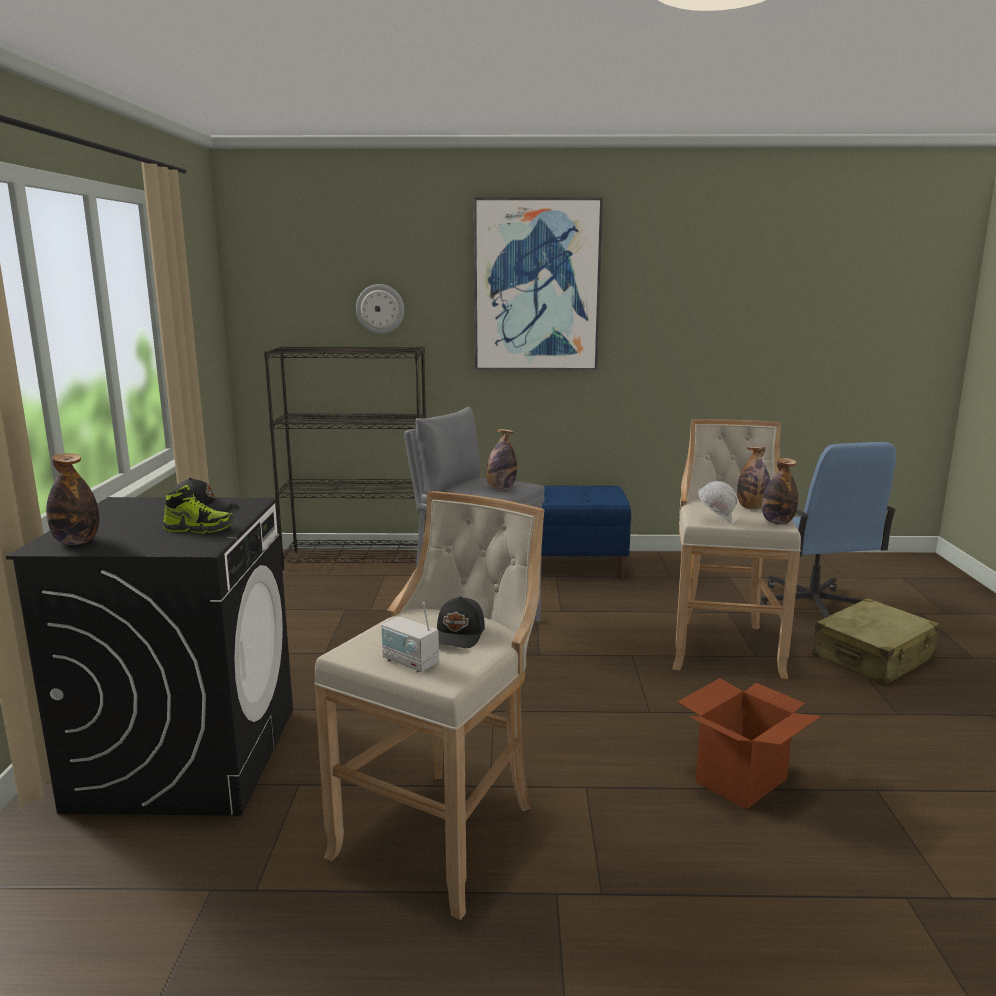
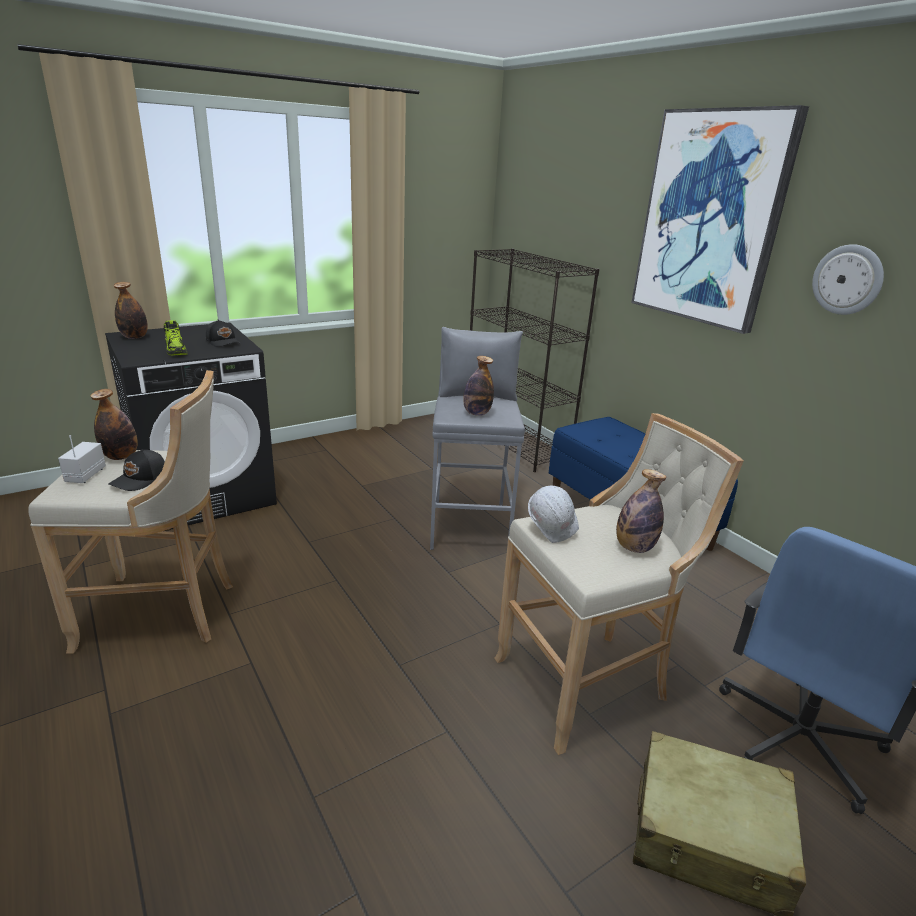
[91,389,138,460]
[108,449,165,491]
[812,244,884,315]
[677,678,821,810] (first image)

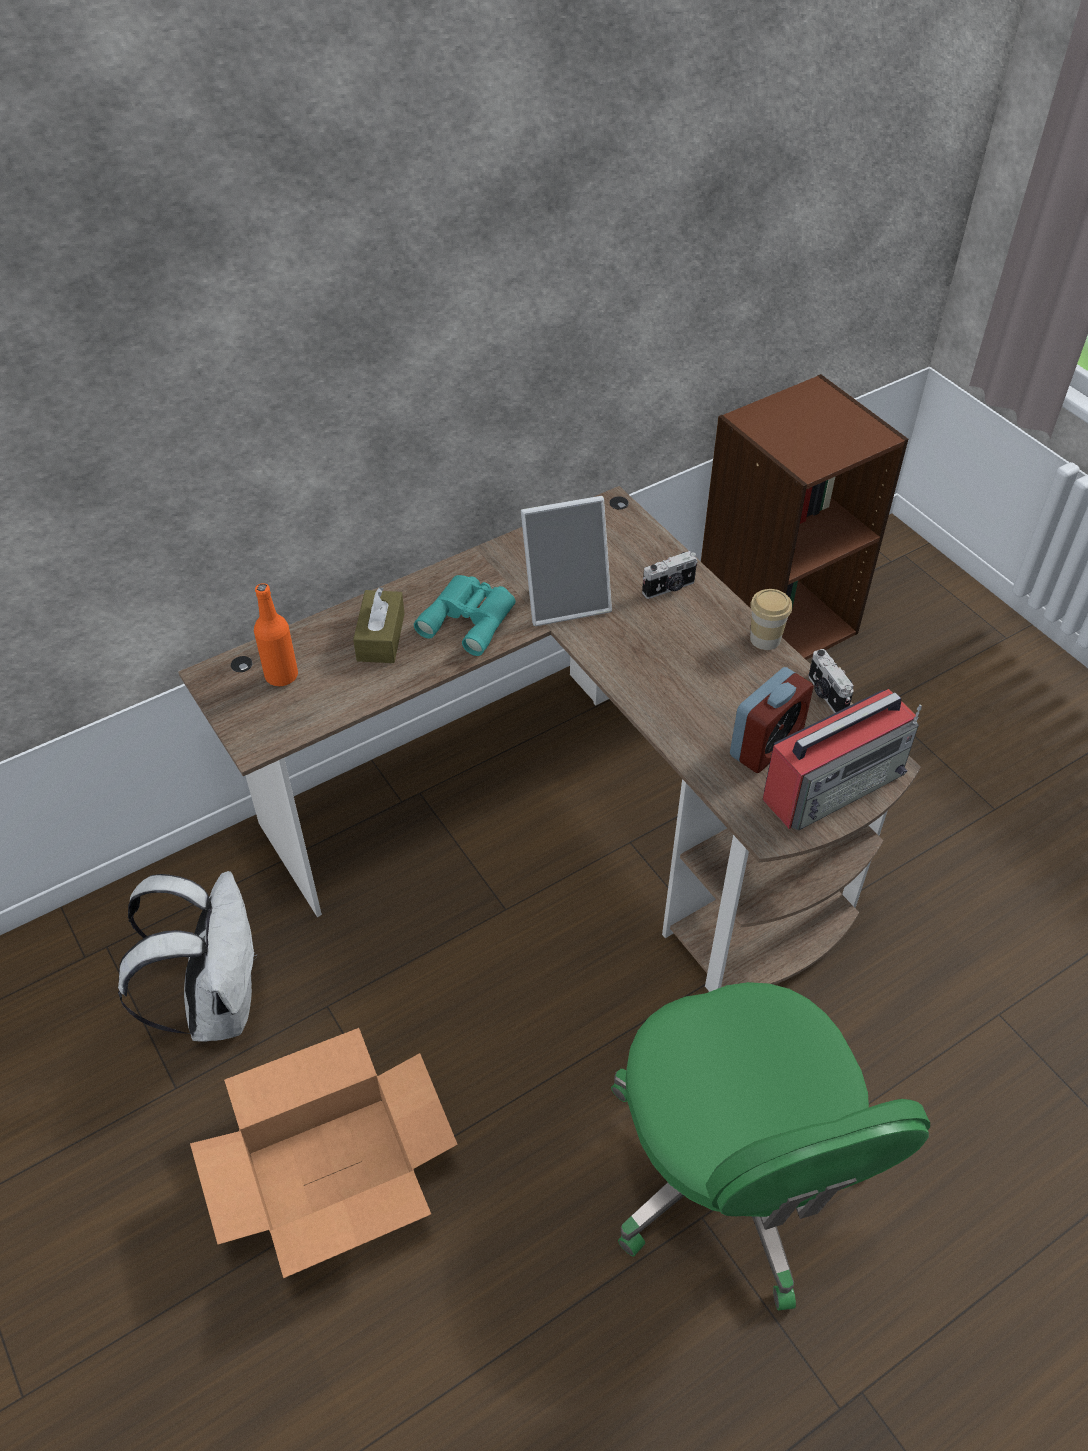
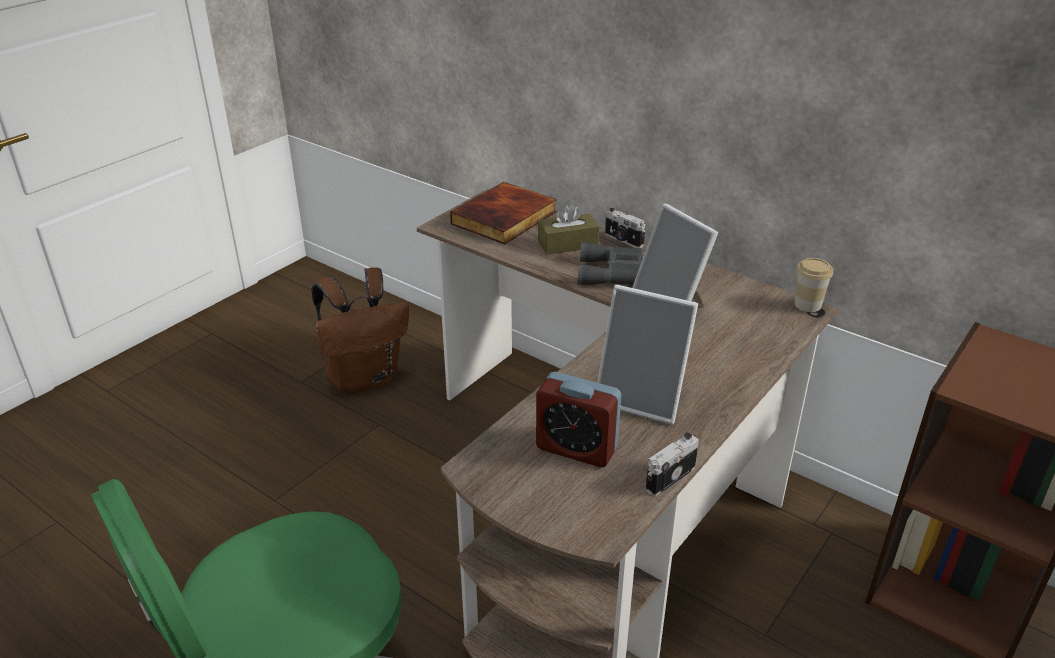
[312,267,409,394]
[450,182,557,245]
[578,243,644,285]
[597,285,698,425]
[605,208,645,248]
[795,258,833,312]
[190,1028,458,1278] (first image)
[762,689,922,831] (first image)

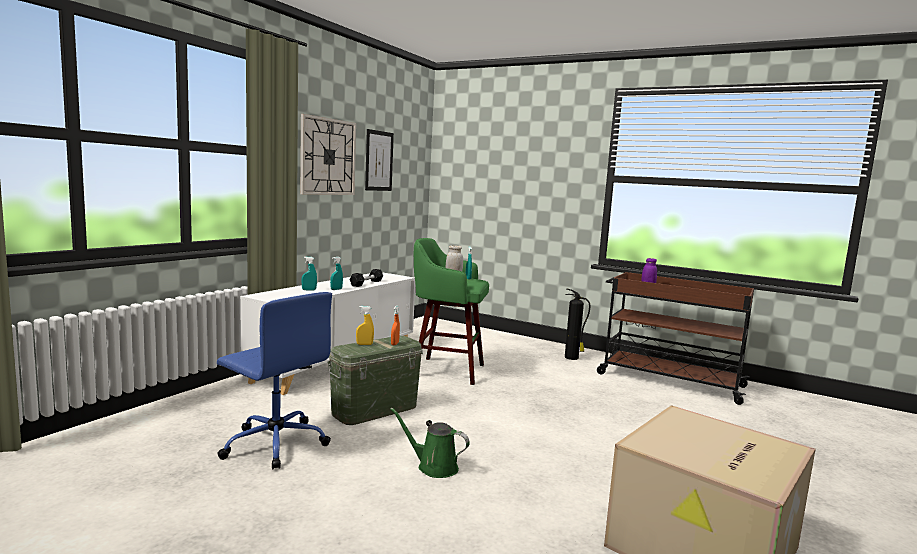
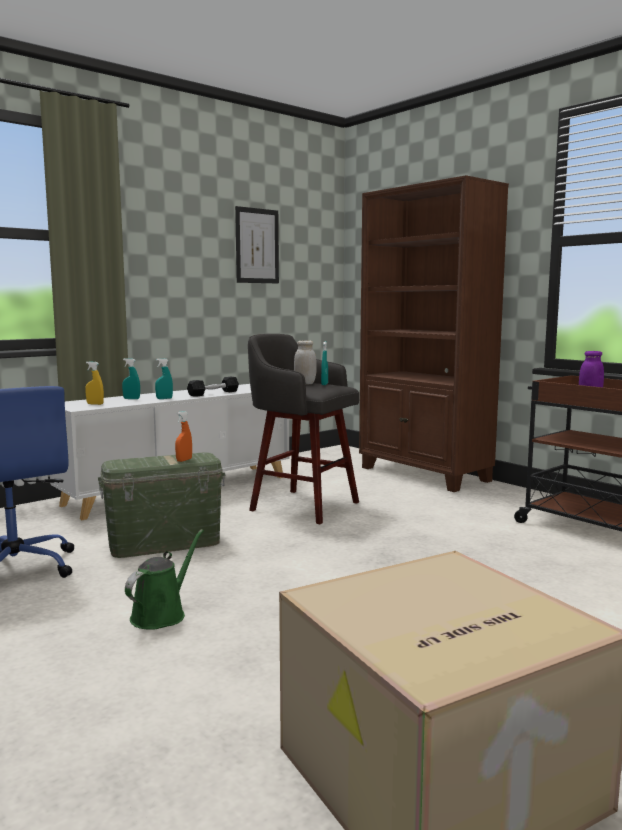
[85,361,104,405]
[125,529,204,630]
[248,334,359,524]
[359,175,509,492]
[300,114,356,195] (first image)
[565,289,590,360] (first image)

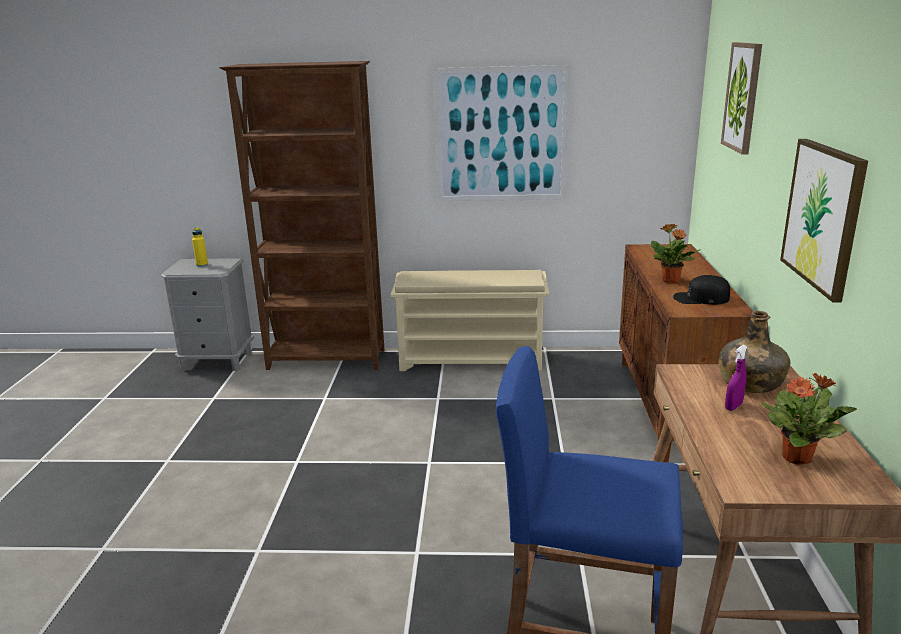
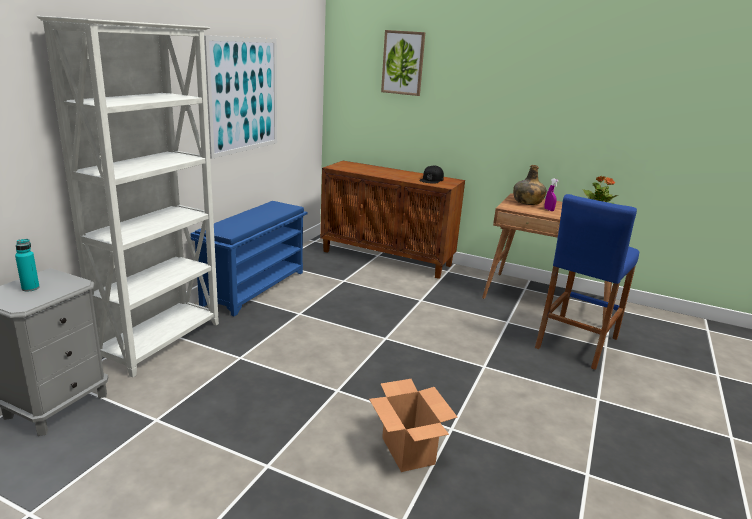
[15,239,40,291]
[37,16,219,378]
[190,201,307,316]
[369,379,458,472]
[651,224,700,283] (first image)
[780,139,868,302] (first image)

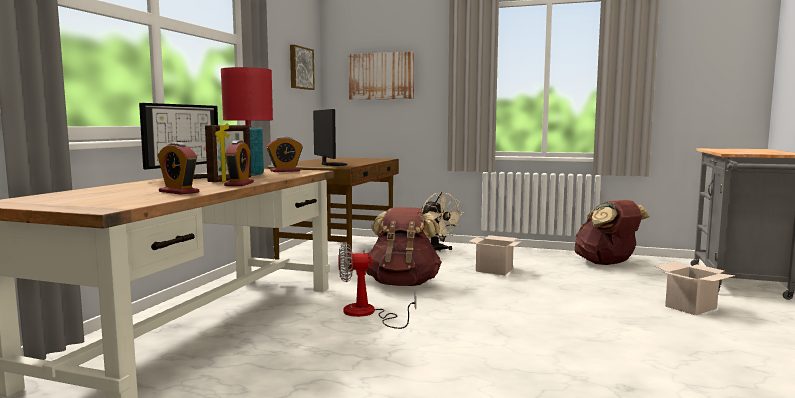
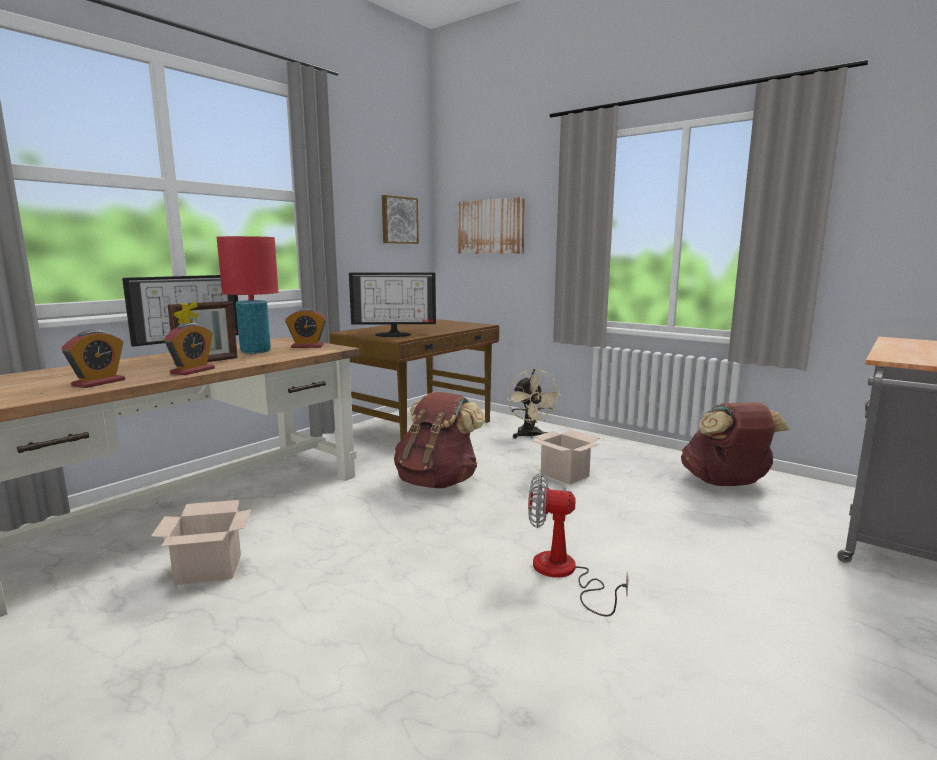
[61,330,125,388]
[151,500,251,585]
[349,273,436,337]
[528,473,628,617]

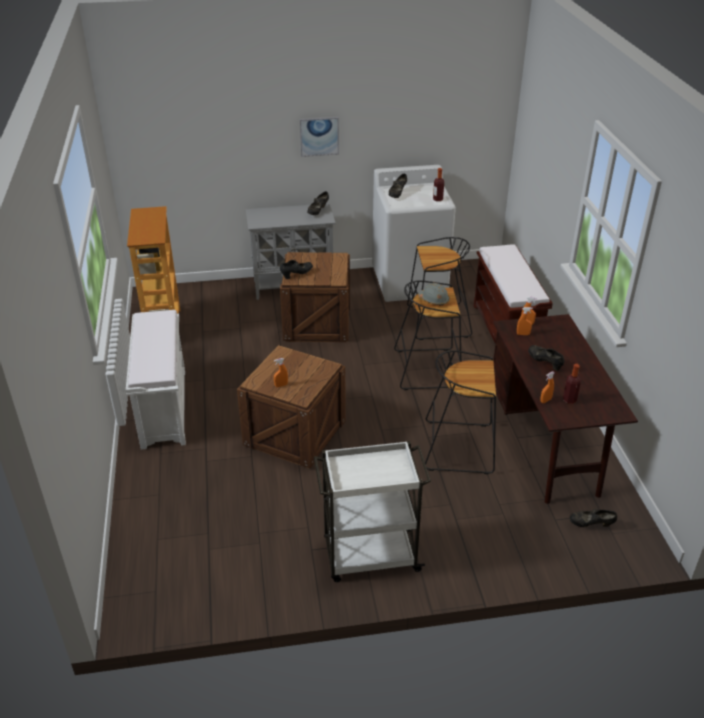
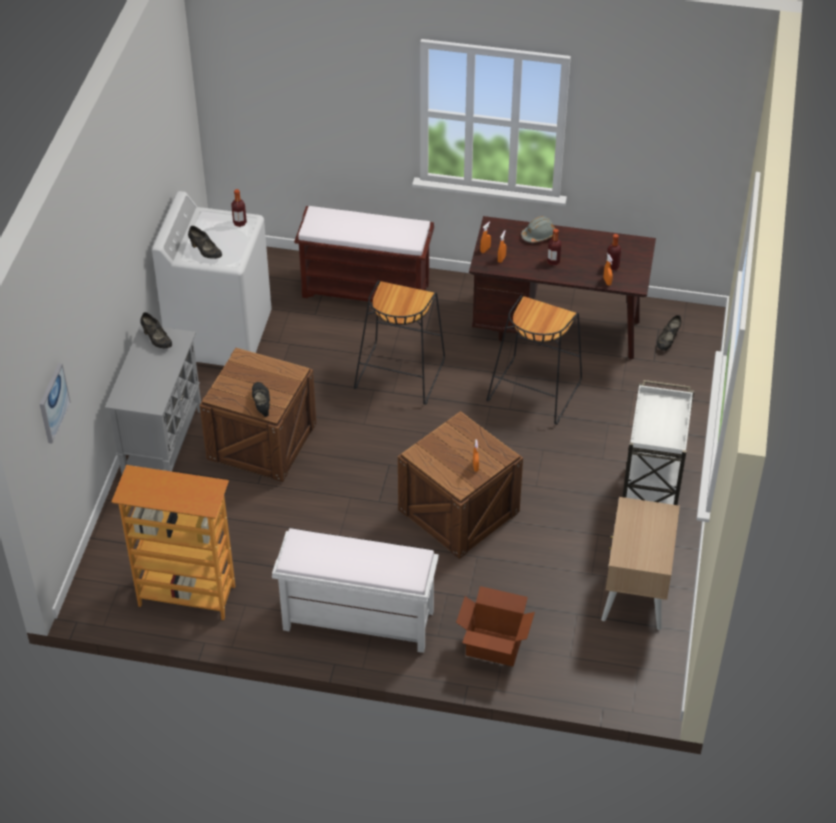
[40,363,71,443]
[456,586,535,666]
[521,216,555,243]
[547,229,561,266]
[601,497,680,630]
[407,237,472,340] (first image)

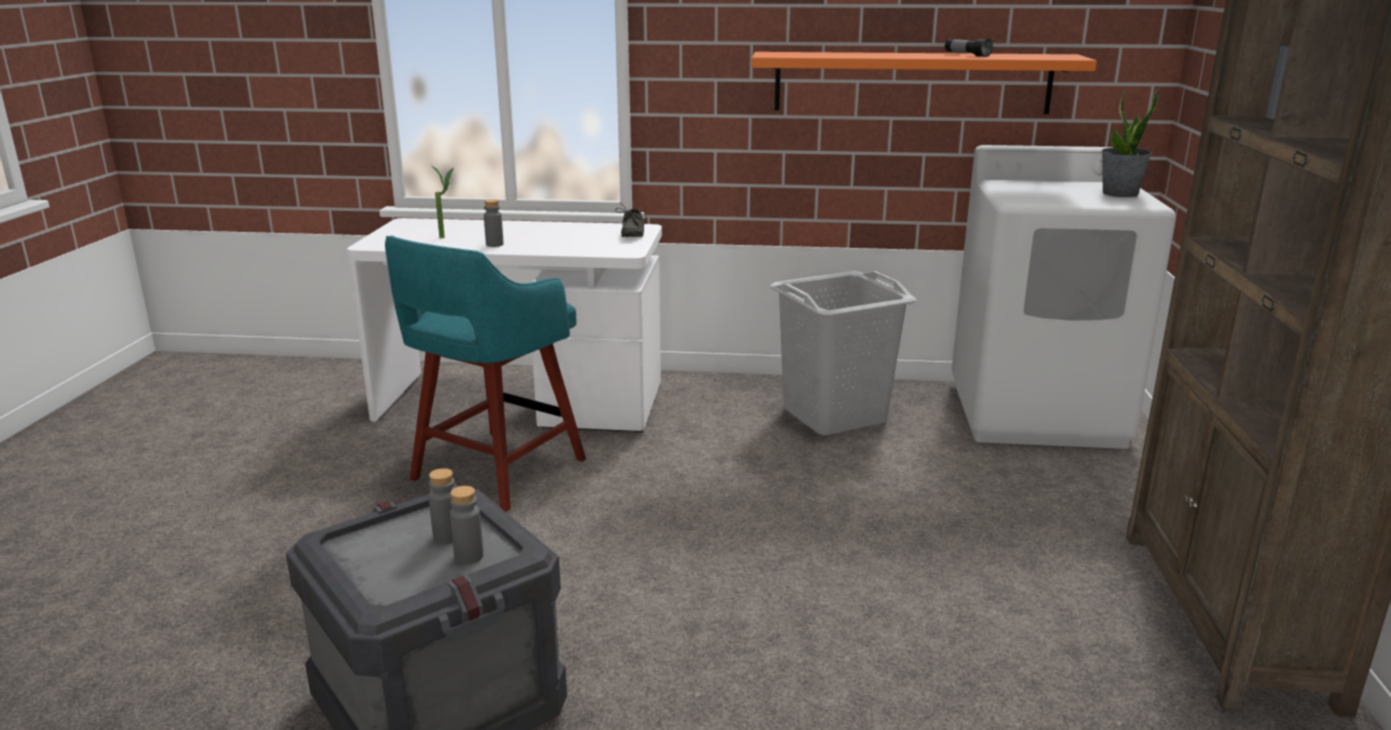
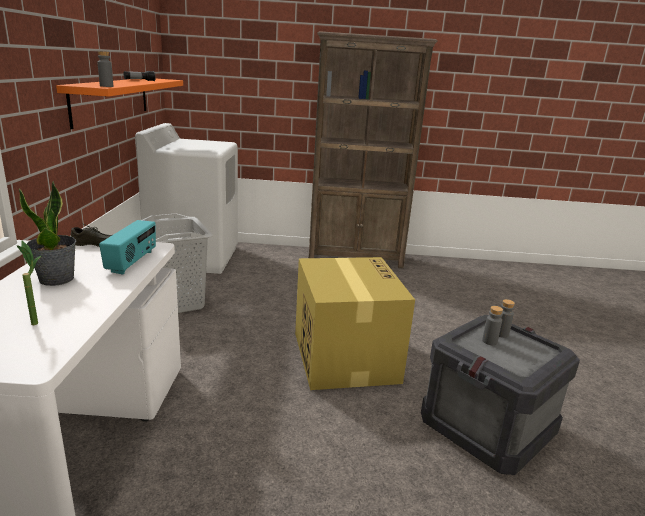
[19,181,76,286]
[98,51,113,87]
[99,220,156,275]
[295,257,415,390]
[385,236,586,512] (first image)

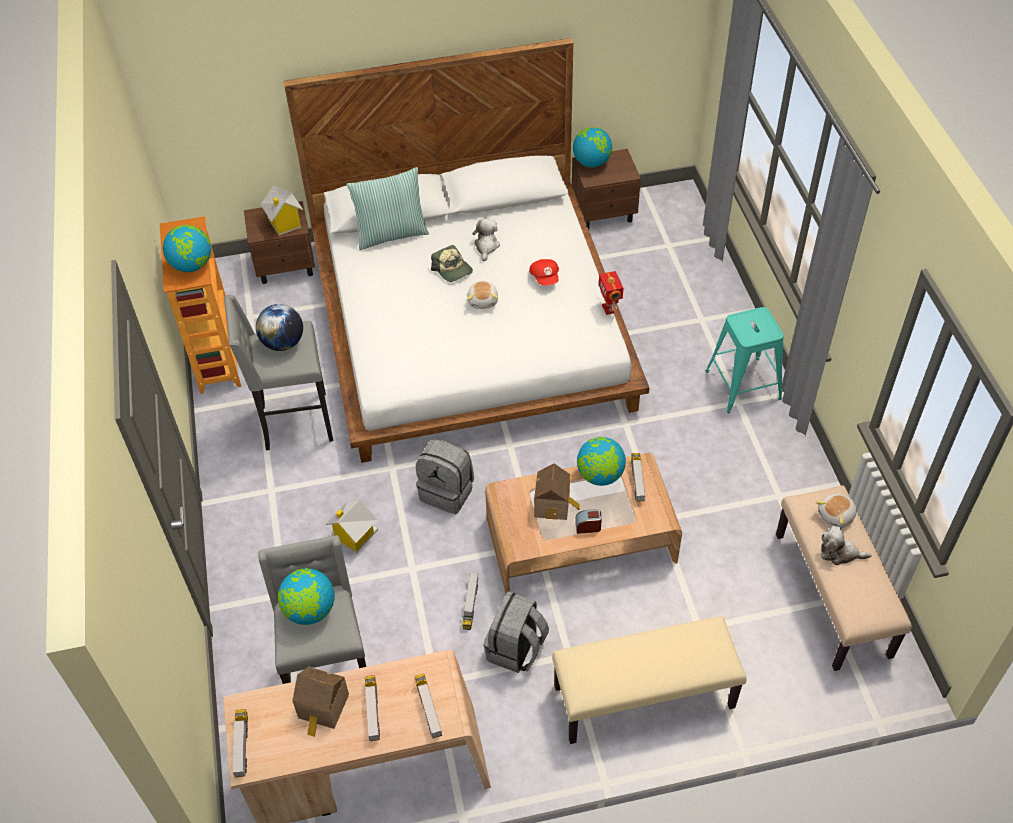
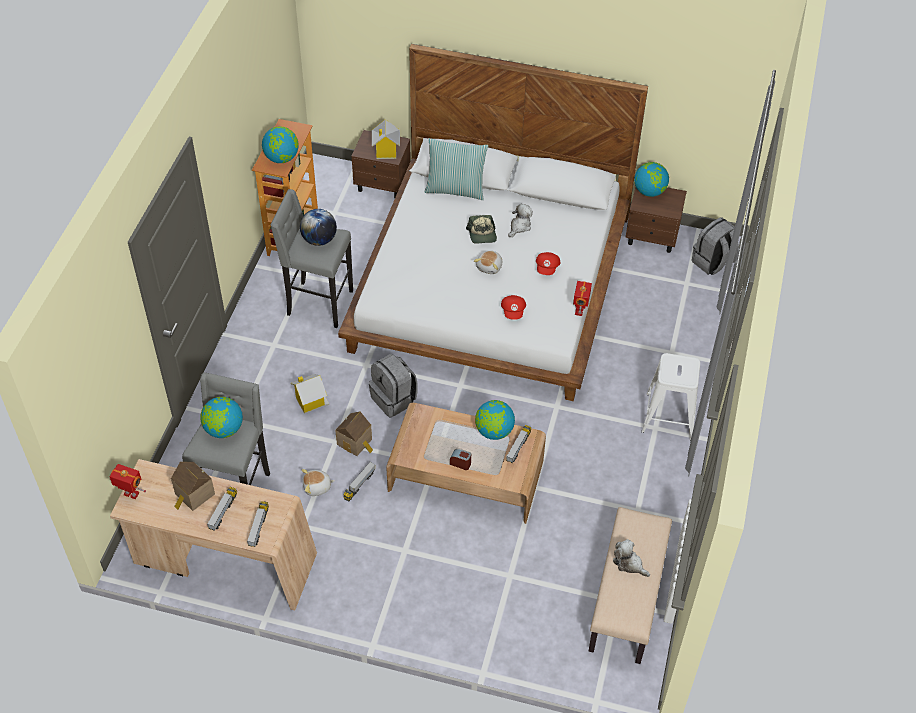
[109,464,146,499]
[302,469,334,496]
[335,412,373,456]
[501,295,526,320]
[641,353,700,440]
[692,217,739,275]
[552,616,746,744] (first image)

